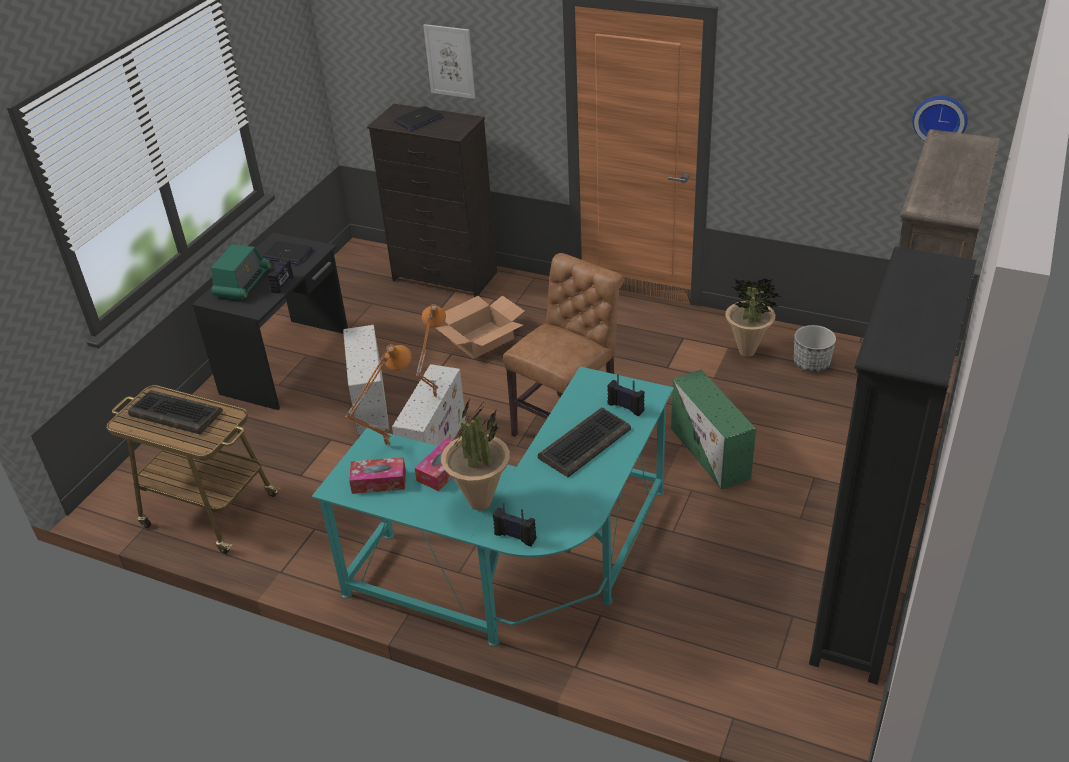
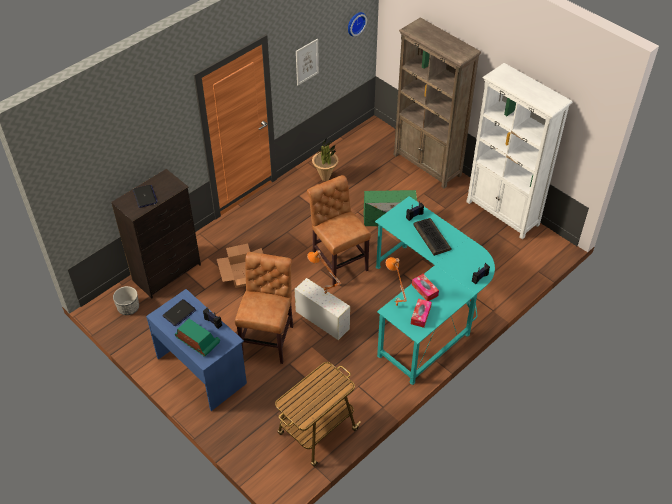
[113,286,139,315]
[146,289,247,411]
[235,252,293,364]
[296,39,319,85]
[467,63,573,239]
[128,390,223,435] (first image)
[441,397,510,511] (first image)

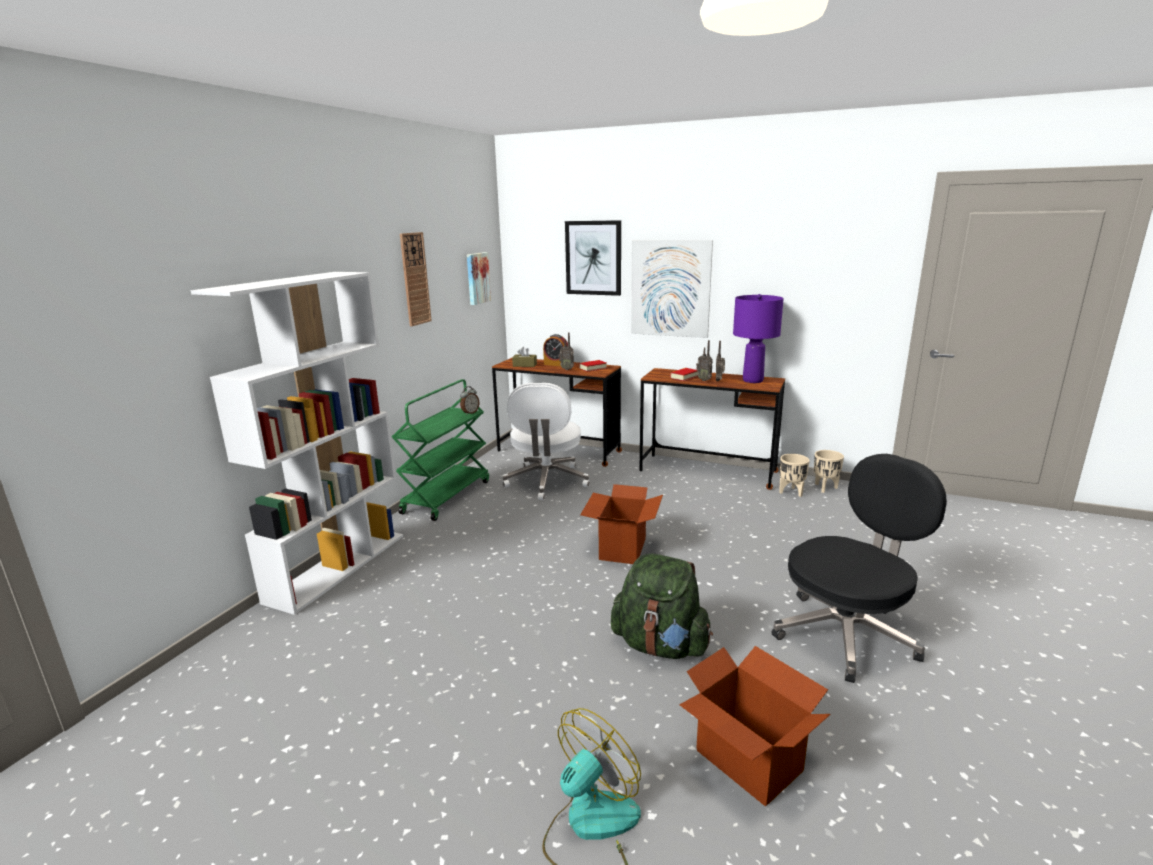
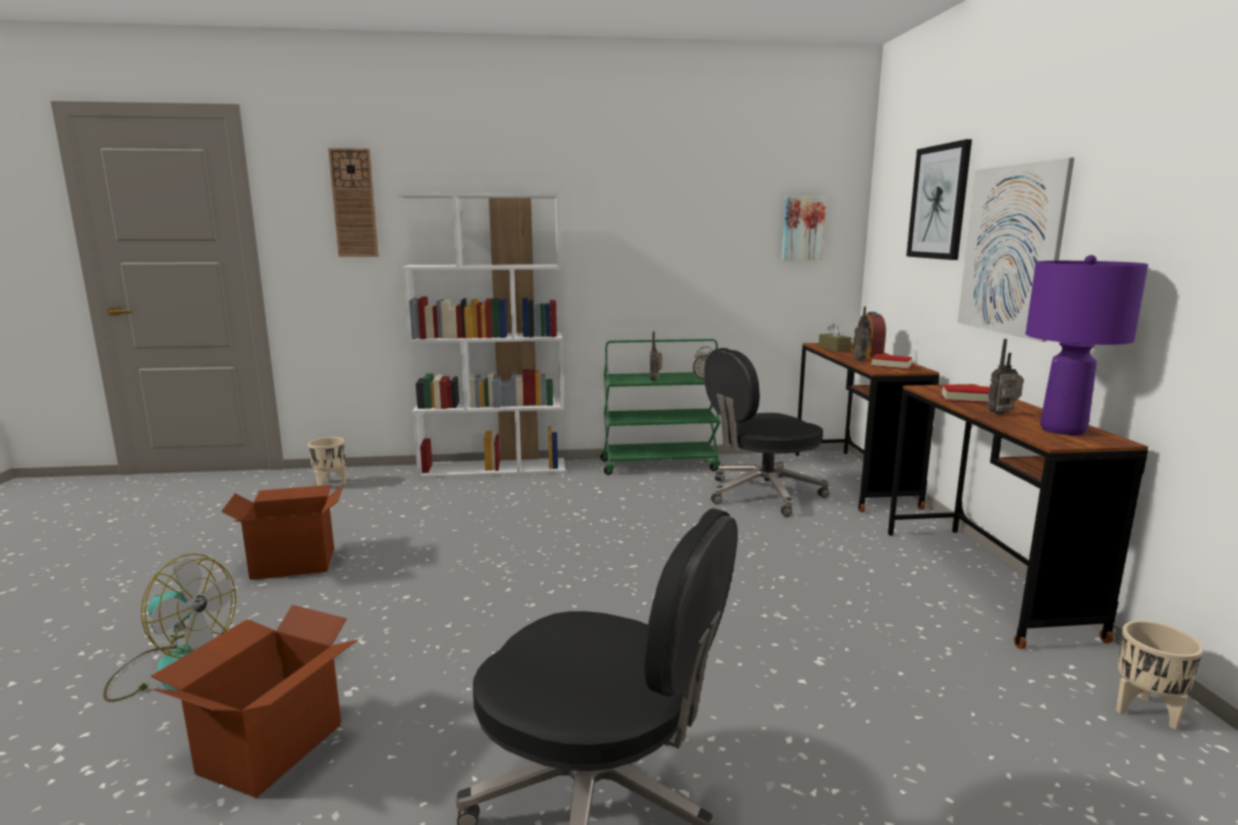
[221,485,344,580]
[308,437,346,486]
[328,148,379,257]
[650,331,662,381]
[704,348,829,517]
[611,553,713,659] (first image)

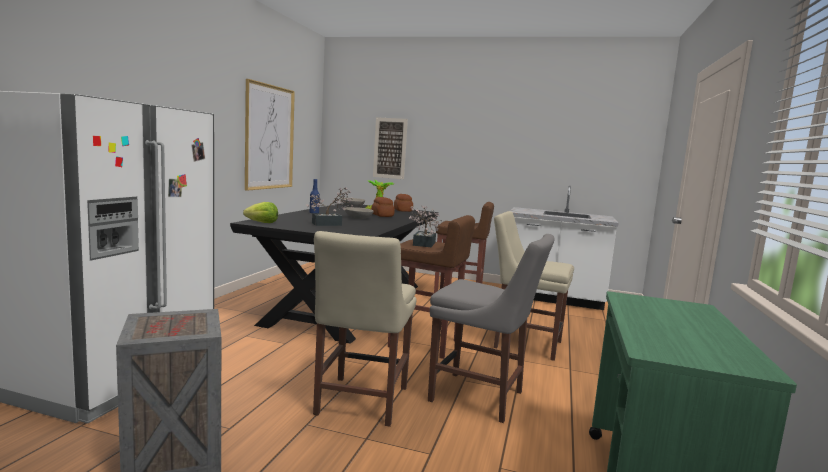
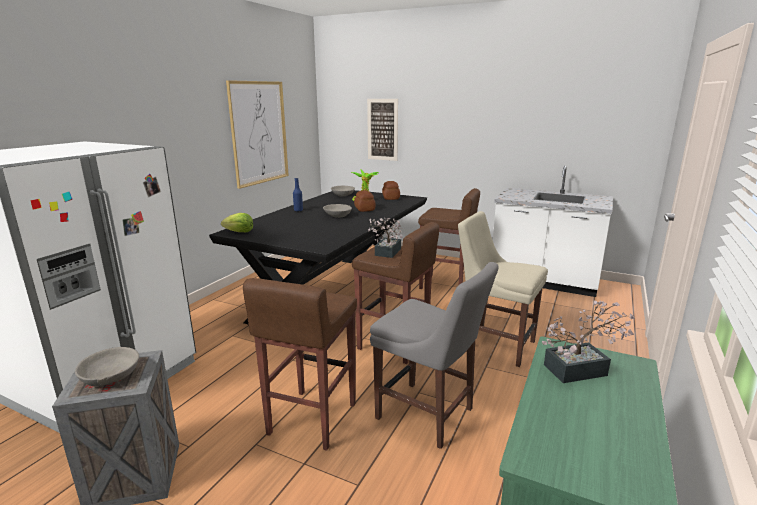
[75,347,139,387]
[243,278,357,451]
[542,300,635,383]

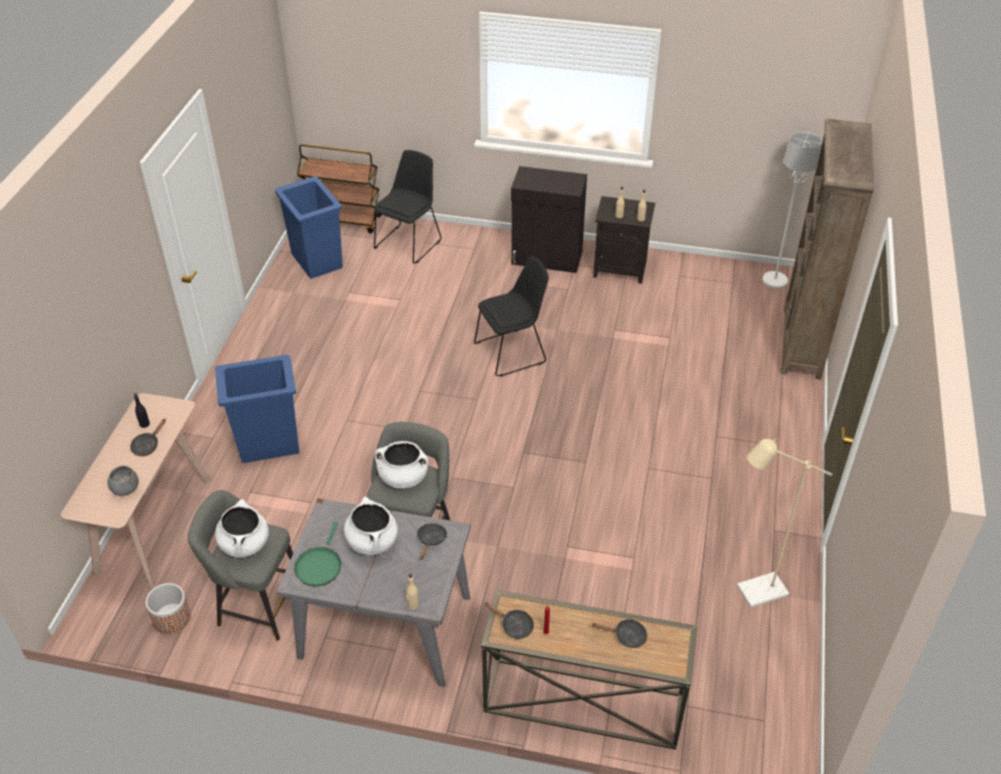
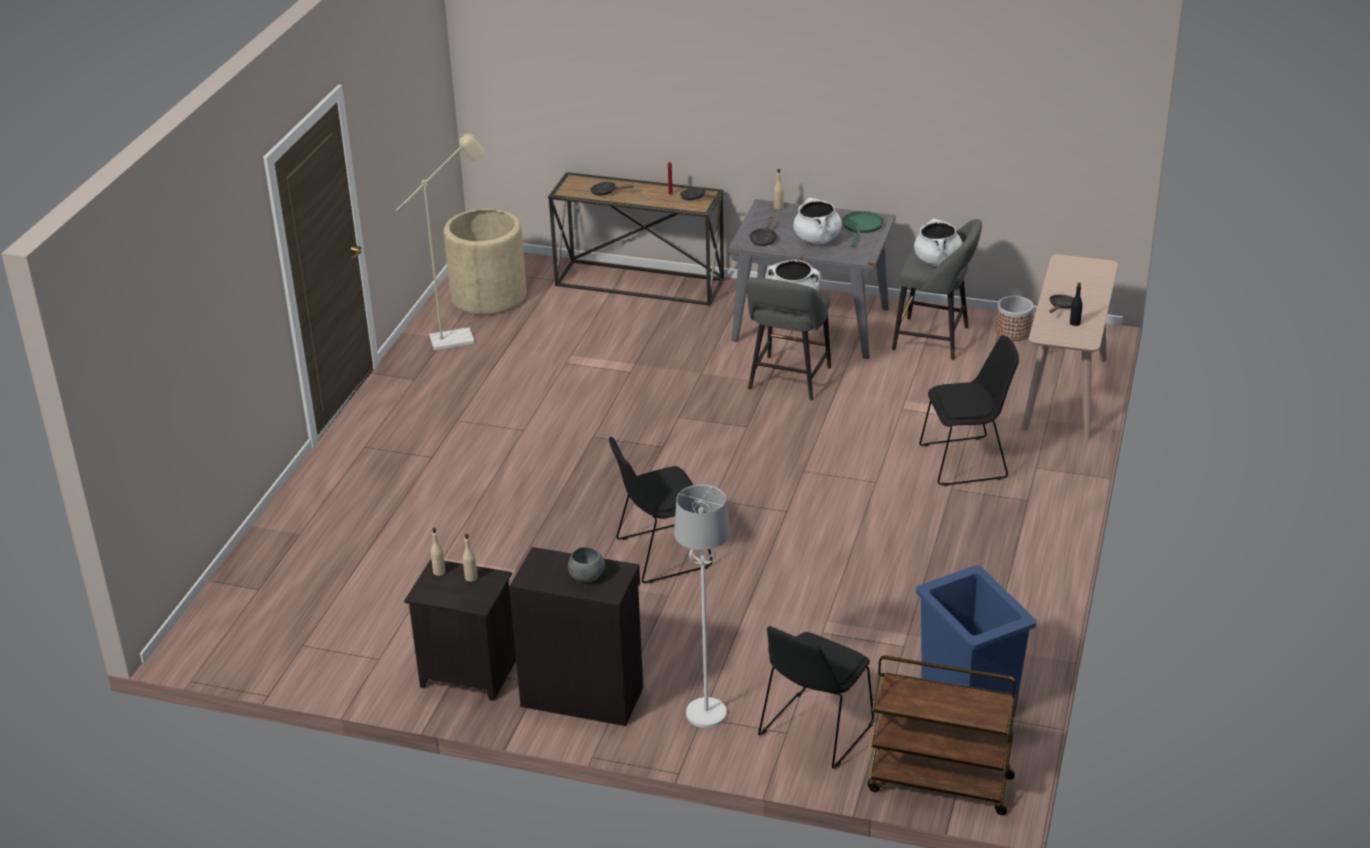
[443,209,526,315]
[568,547,605,582]
[674,484,730,728]
[919,335,1019,486]
[780,119,874,380] (first image)

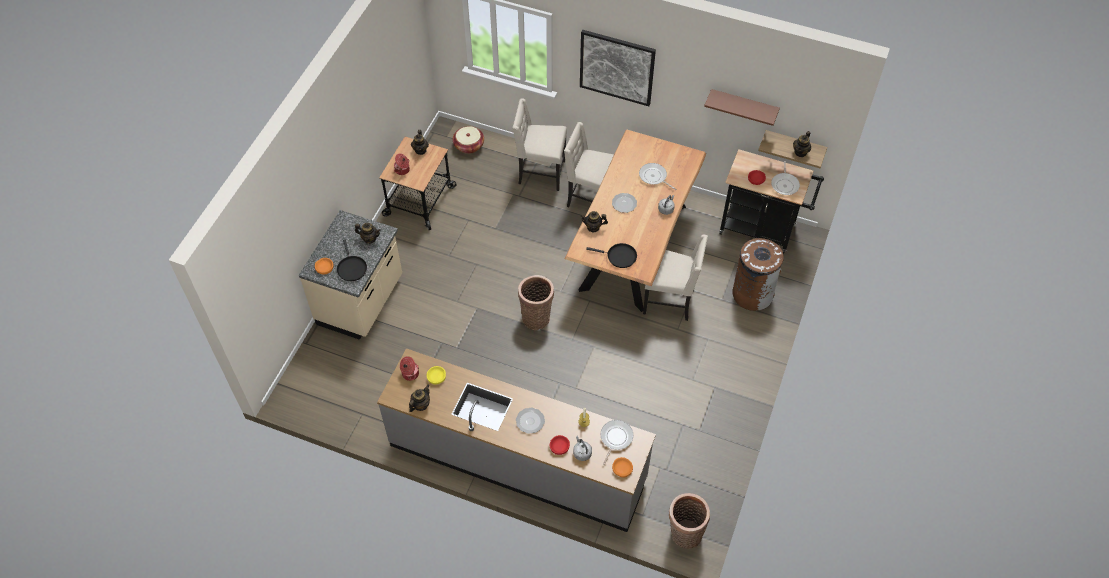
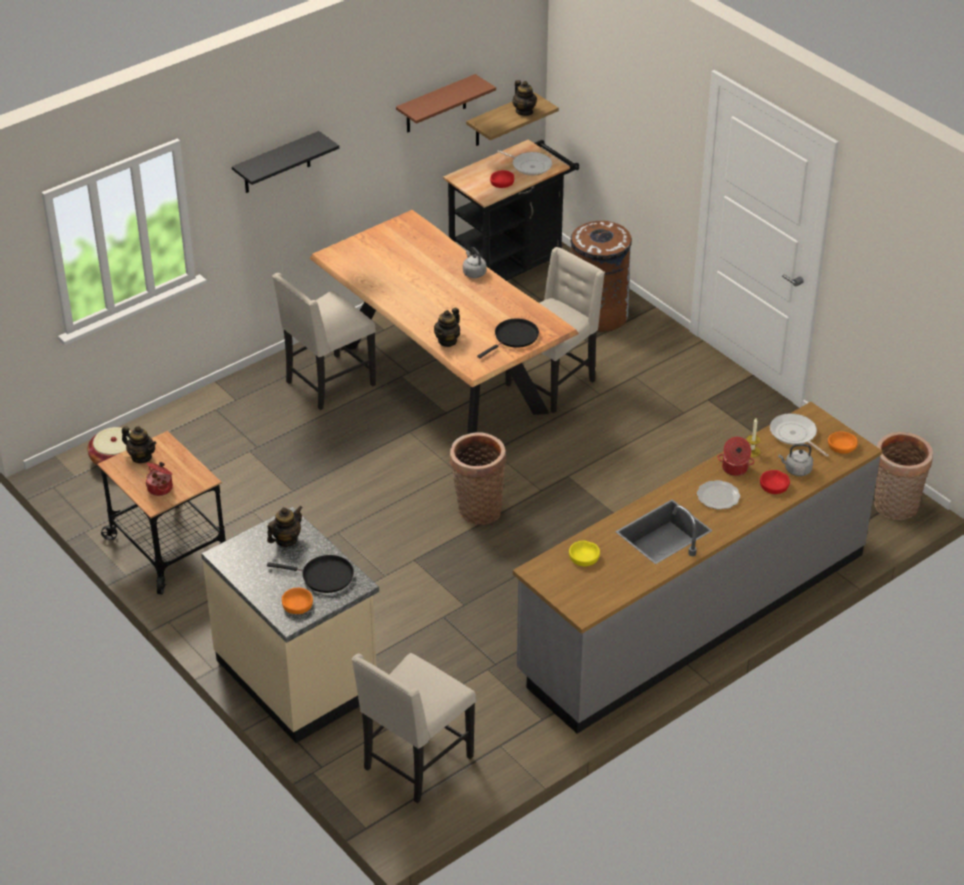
[232,131,339,193]
[352,653,476,804]
[717,437,755,476]
[409,385,430,412] (first image)
[612,193,637,213] (first image)
[639,163,676,190] (first image)

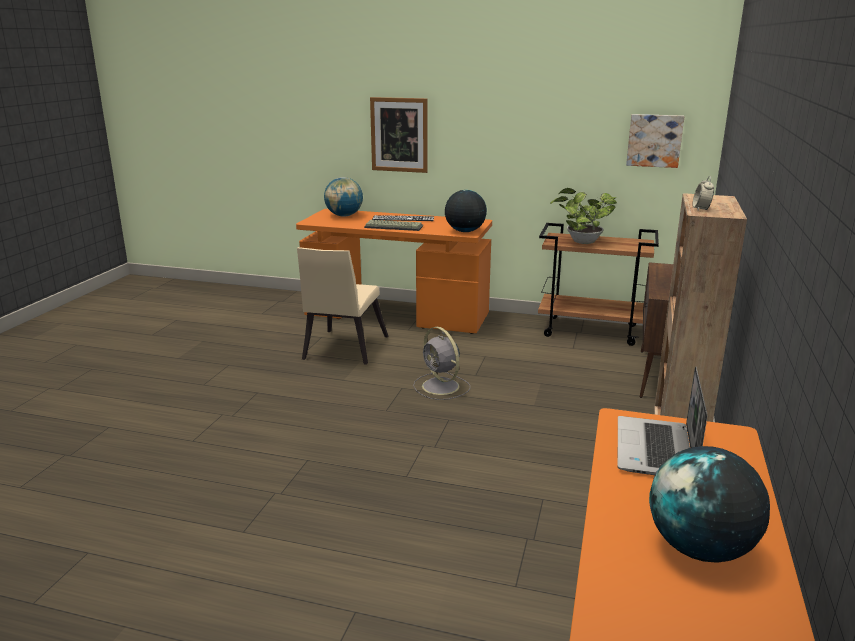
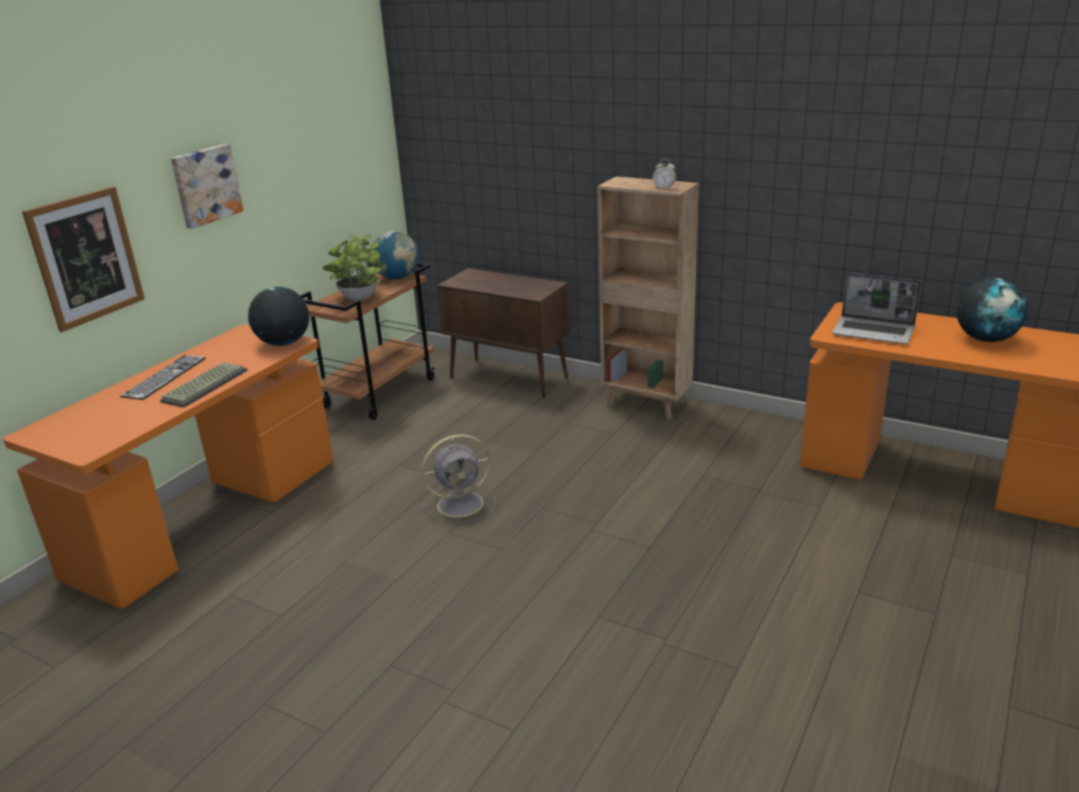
[171,144,244,229]
[373,231,418,279]
[297,247,388,365] (first image)

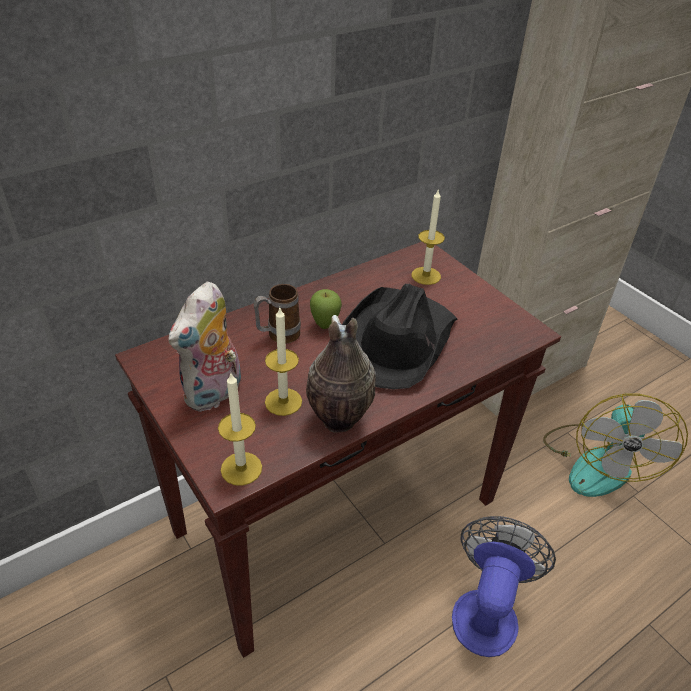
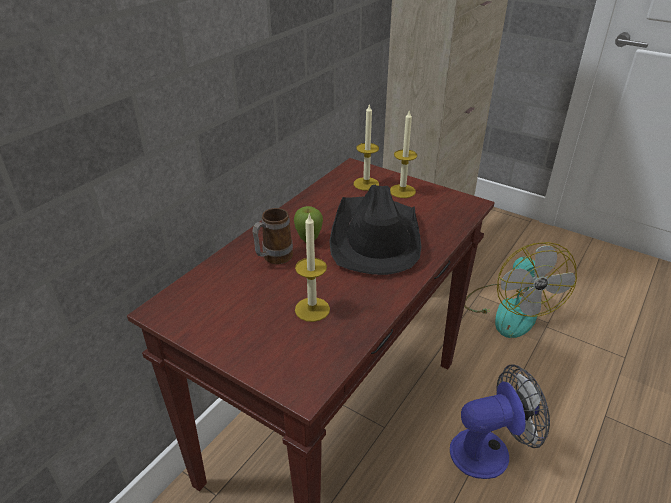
[390,111,417,198]
[450,364,550,479]
[168,282,241,412] (first image)
[306,315,376,433] (first image)

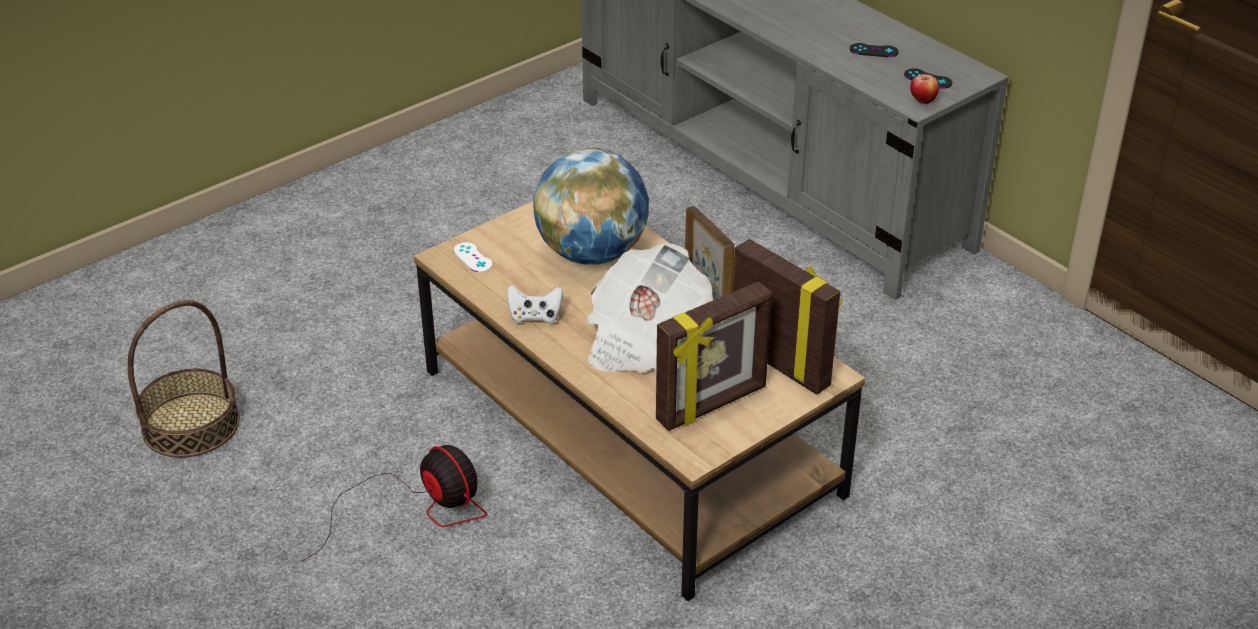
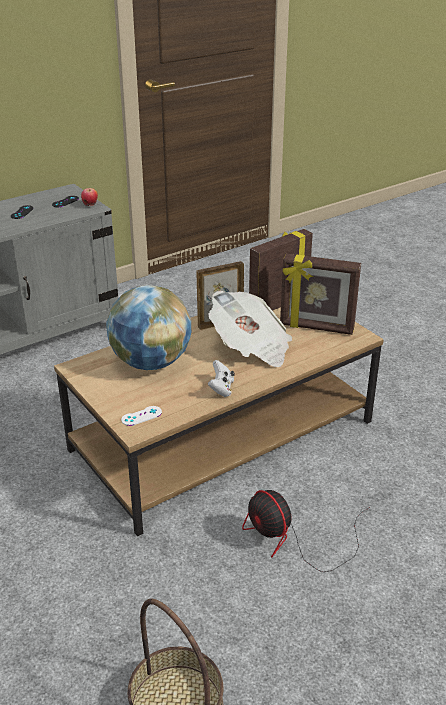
[242,490,370,572]
[280,253,361,335]

